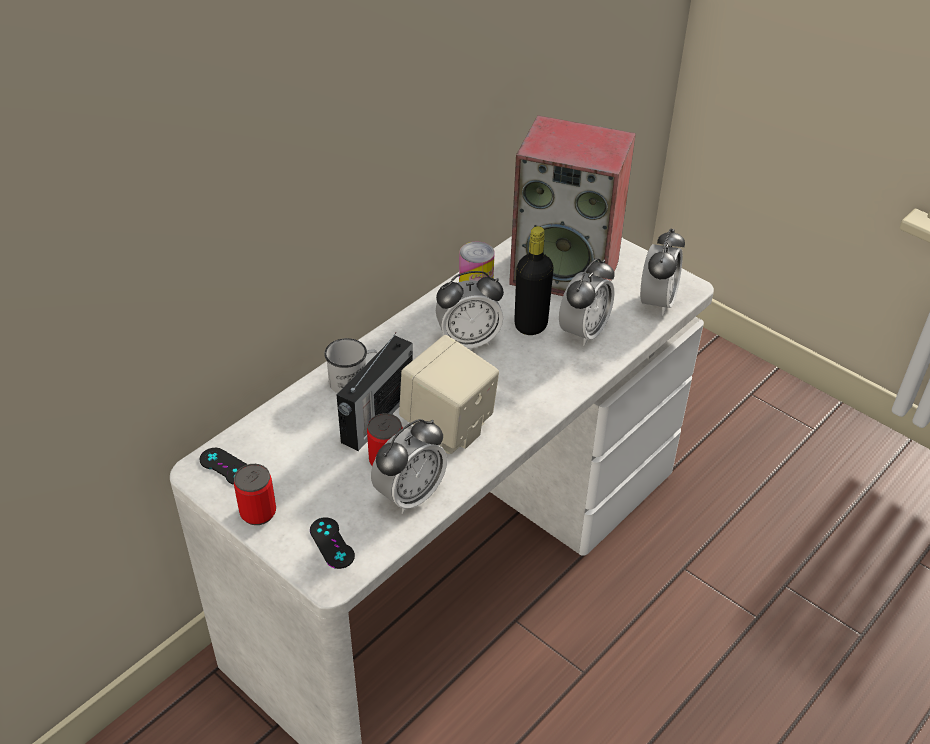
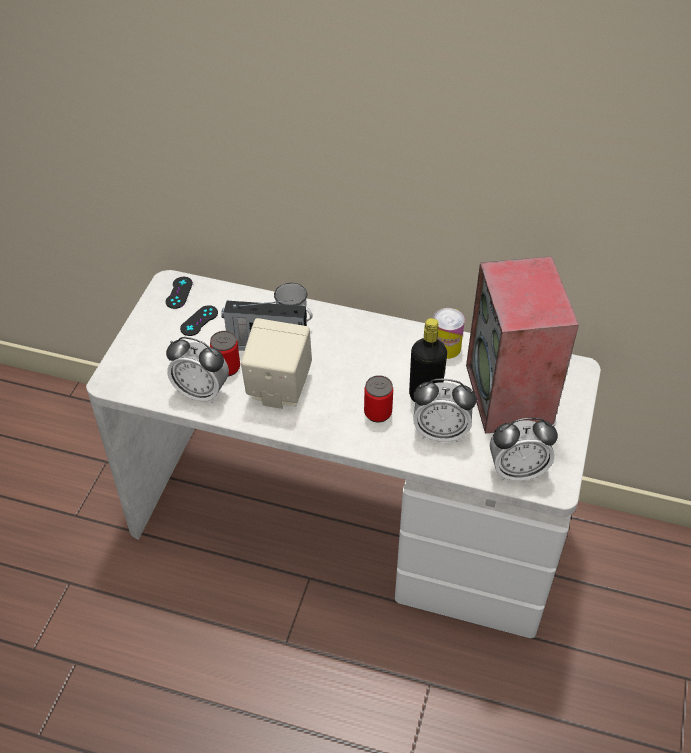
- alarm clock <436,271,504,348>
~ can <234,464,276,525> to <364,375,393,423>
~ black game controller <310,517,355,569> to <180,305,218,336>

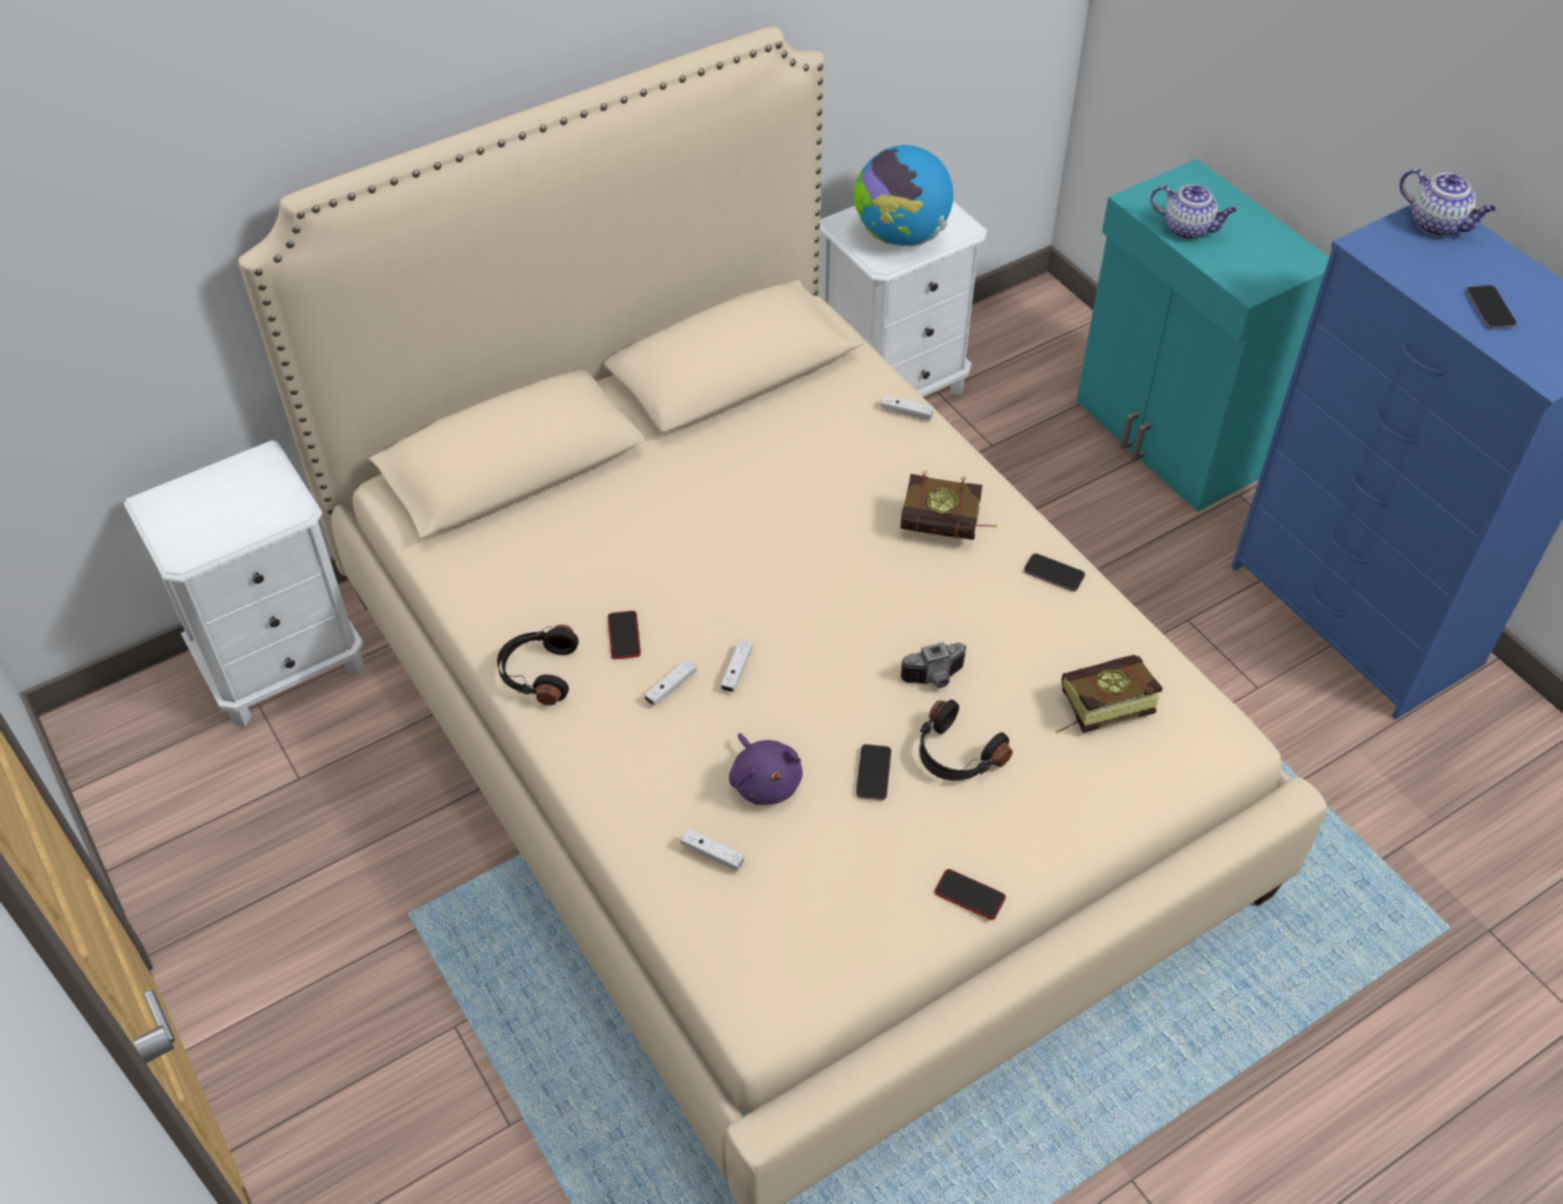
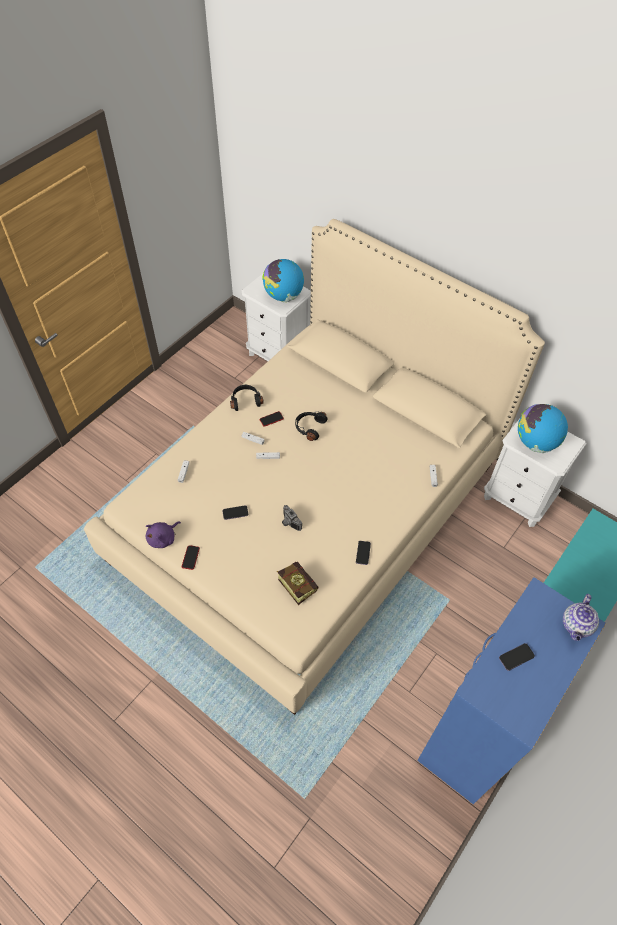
- book <900,471,997,540>
- teapot <1150,184,1237,239>
+ globe <262,259,304,302>
~ purple plush toy <729,733,803,805> to <146,522,181,548>
~ black headphones <919,699,1013,781> to <295,411,327,441>

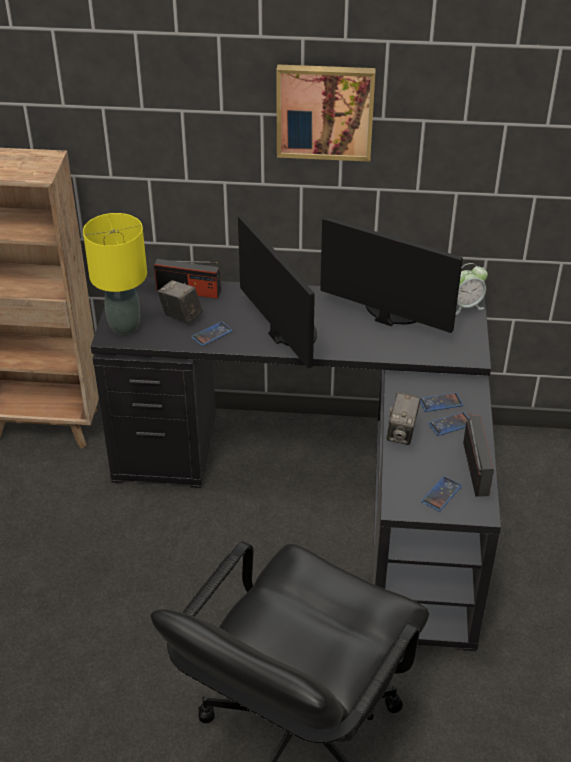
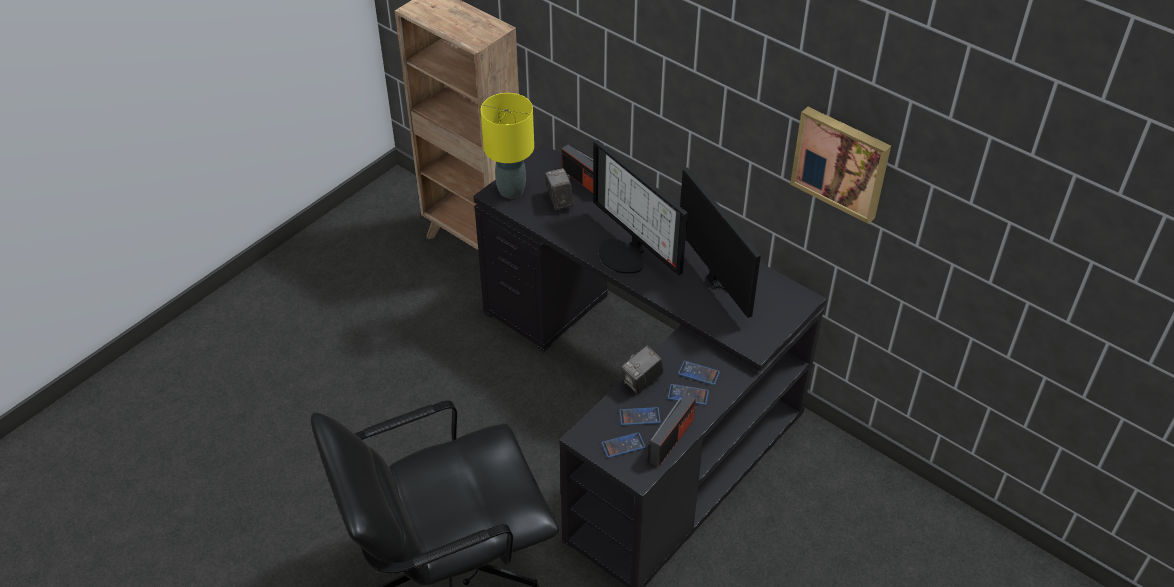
- alarm clock <456,263,488,315>
~ phone <191,322,233,346> to <619,407,661,426>
~ picture <276,65,376,162> to <790,107,891,224>
~ monitor <238,215,317,368> = <593,140,687,275> 135 degrees clockwise

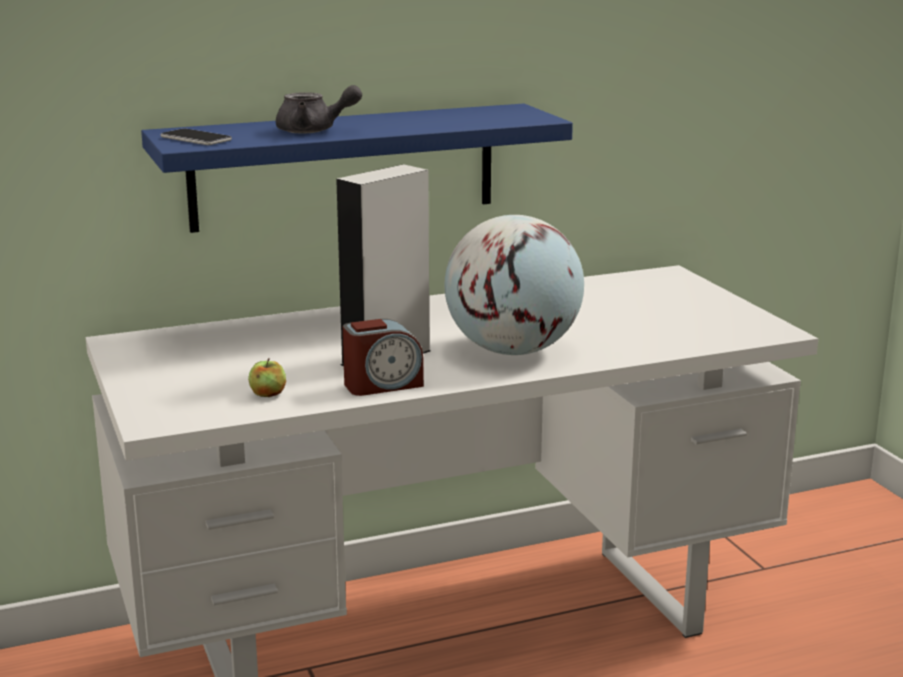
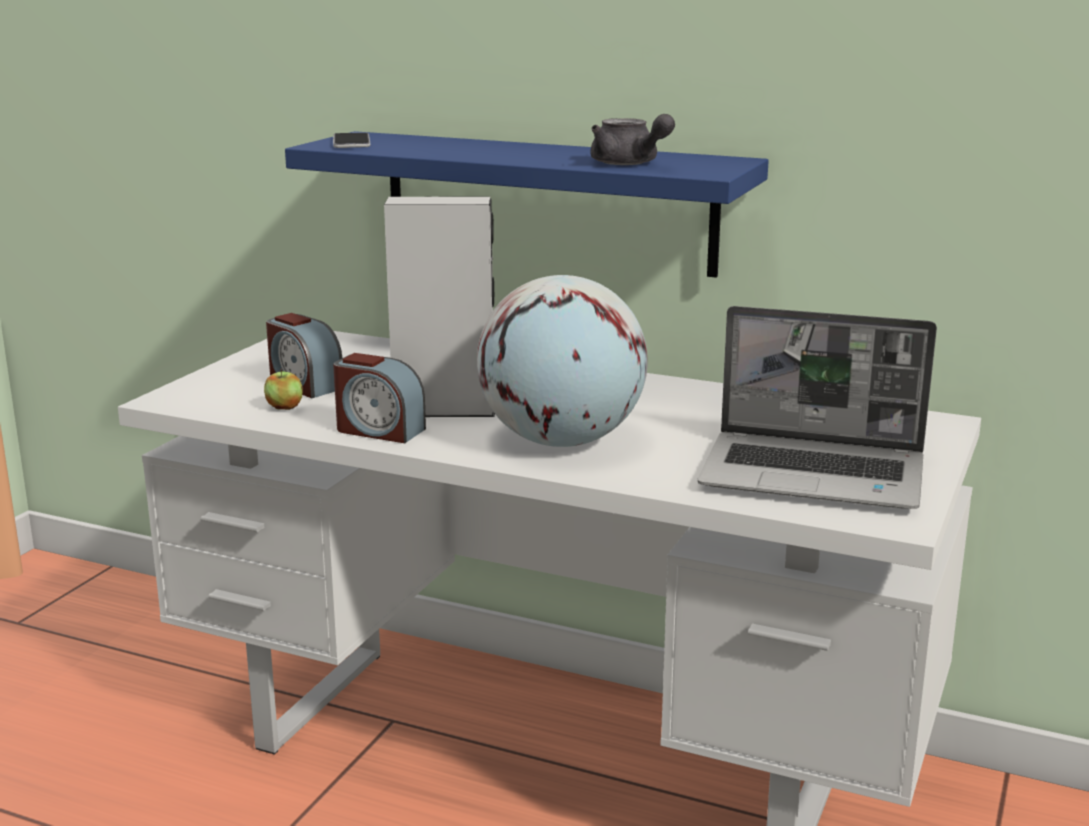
+ alarm clock <266,313,342,398>
+ laptop <698,306,937,509>
~ grey teapot <276,85,362,134> to <590,114,675,165>

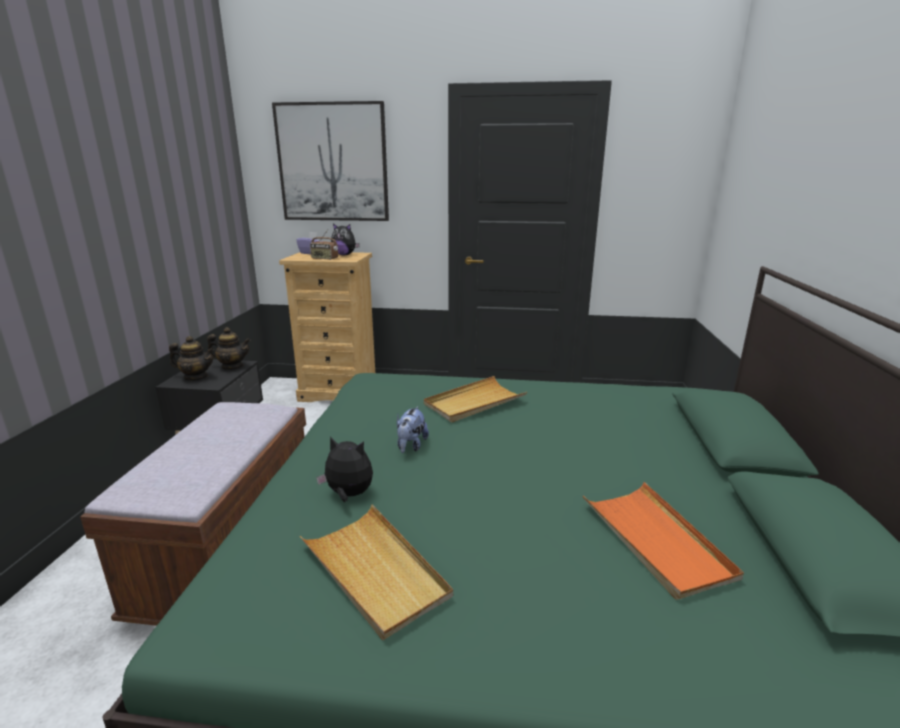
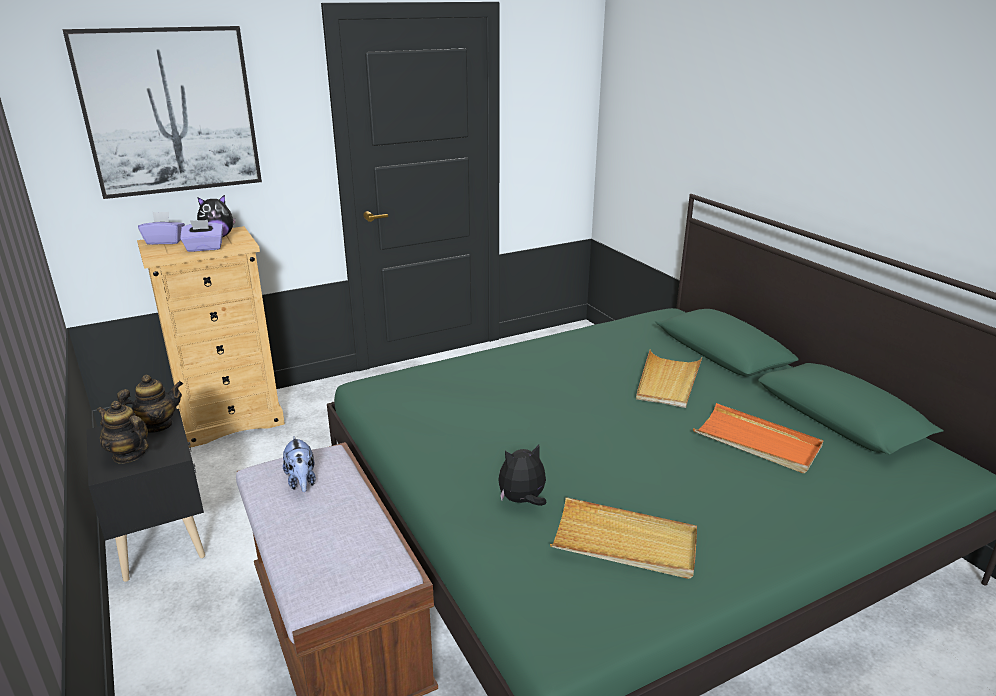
~ plush toy <397,406,429,453> to <283,436,316,492>
~ beige tray <424,376,527,422> to <636,349,702,408>
~ radio <310,228,338,260> to purple tissue box <180,220,223,252>
~ teapot <169,336,215,381> = <97,401,149,464> 120 degrees counterclockwise

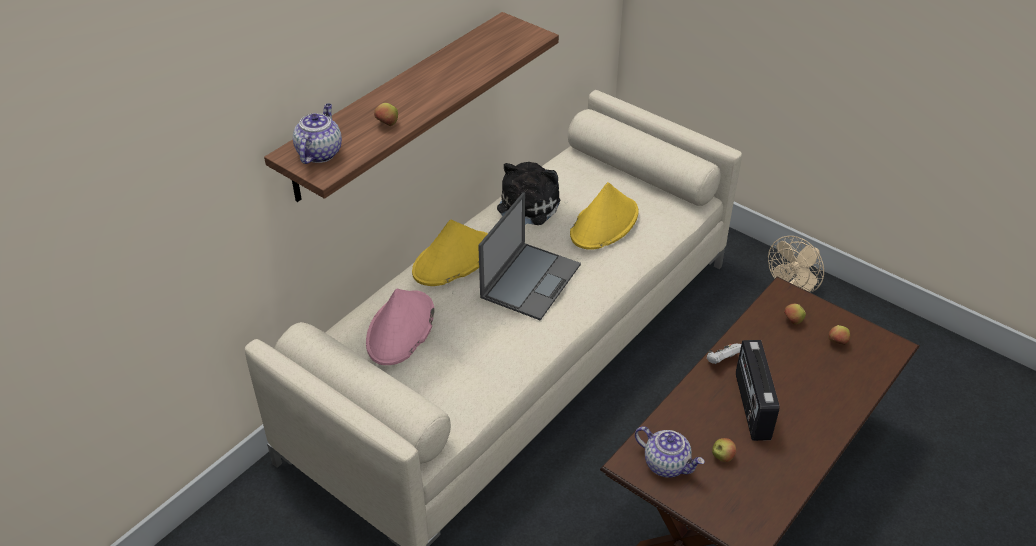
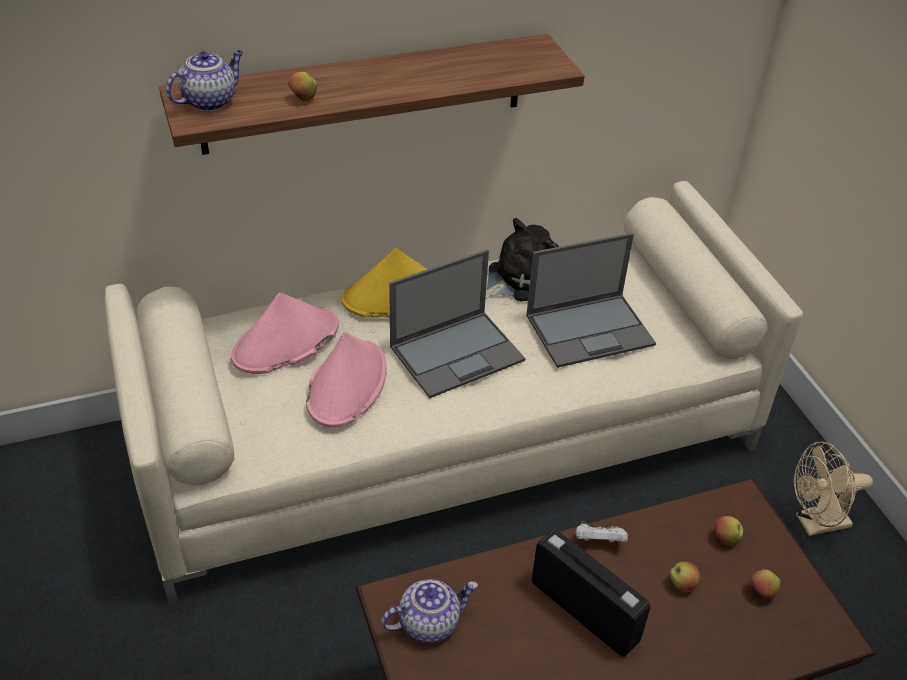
+ pink hat <306,332,387,427>
~ apple <712,438,736,462> to <670,561,700,593>
~ yellow hat <570,182,639,250> to laptop <526,233,656,368>
~ teapot <635,426,705,478> = <381,579,478,643> 90 degrees counterclockwise
~ radio <736,340,779,441> = <532,529,650,657> 105 degrees clockwise

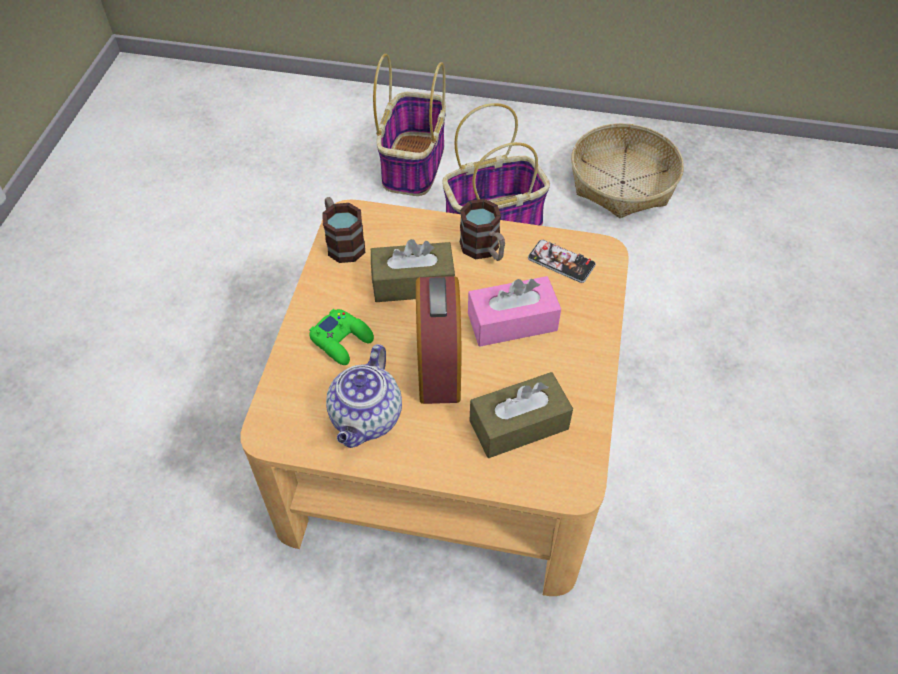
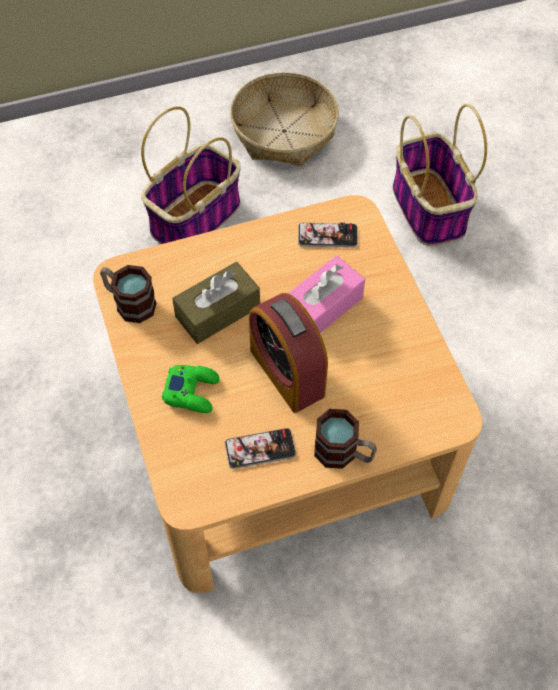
- brown tissue box <470,372,573,458>
~ basket <373,54,446,196> to <393,104,487,246>
~ mug <460,199,505,261> to <314,409,377,469>
~ teapot <326,344,402,448> to phone <225,428,296,469>

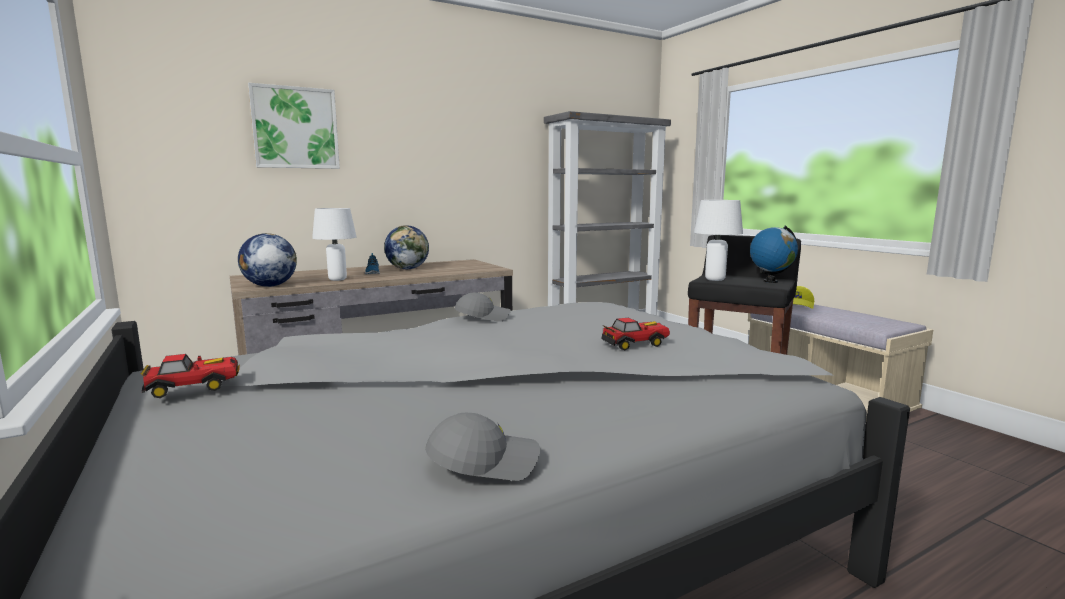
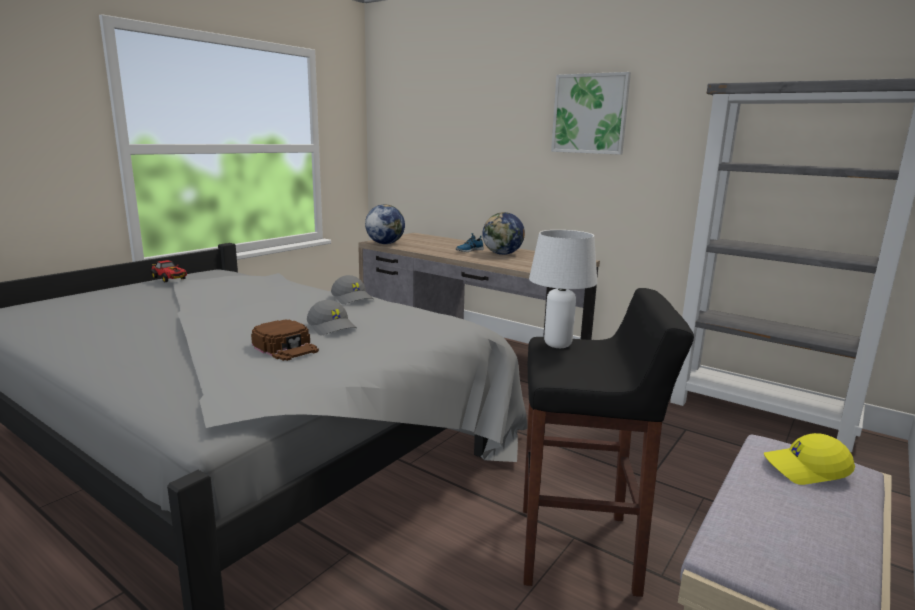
- white table lamp <312,208,356,281>
- globe <750,225,798,283>
~ picture <248,83,340,169> to <551,72,631,155>
~ grey cap <425,413,540,481> to <307,300,357,335>
~ toy car <601,318,670,350> to brown cap <251,319,319,361>

